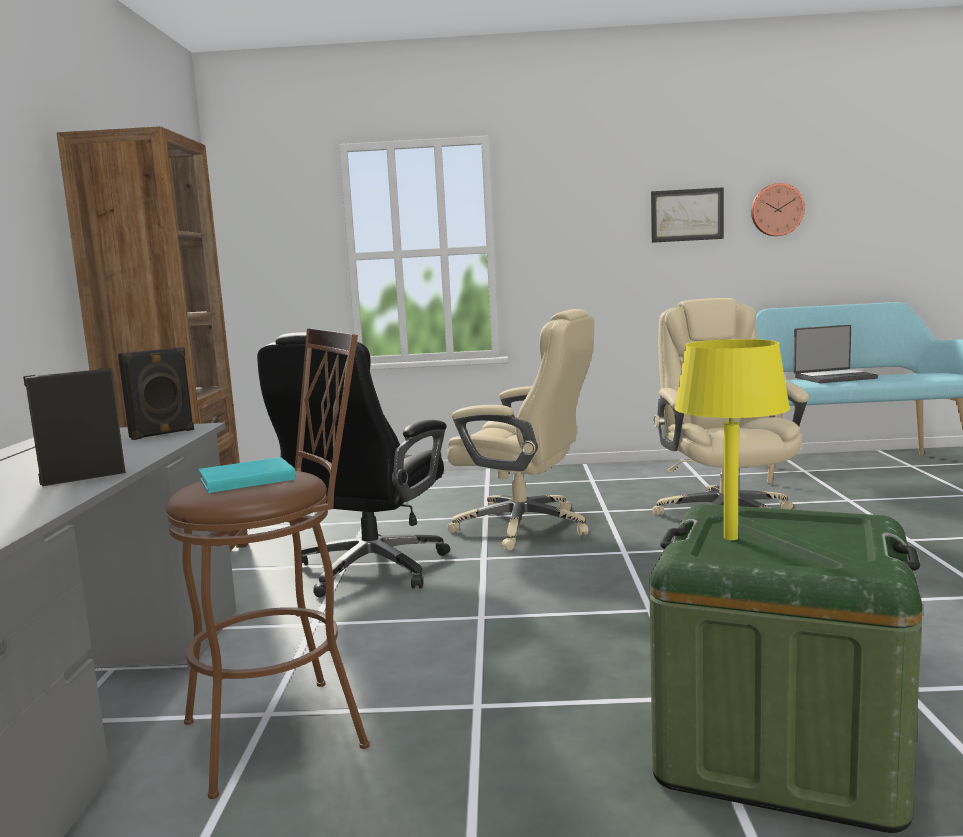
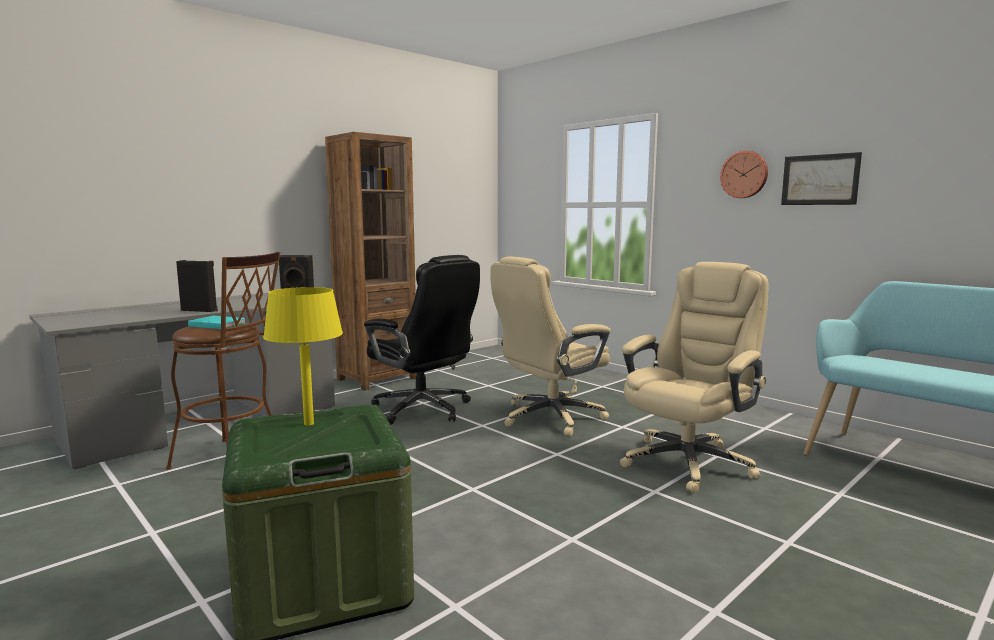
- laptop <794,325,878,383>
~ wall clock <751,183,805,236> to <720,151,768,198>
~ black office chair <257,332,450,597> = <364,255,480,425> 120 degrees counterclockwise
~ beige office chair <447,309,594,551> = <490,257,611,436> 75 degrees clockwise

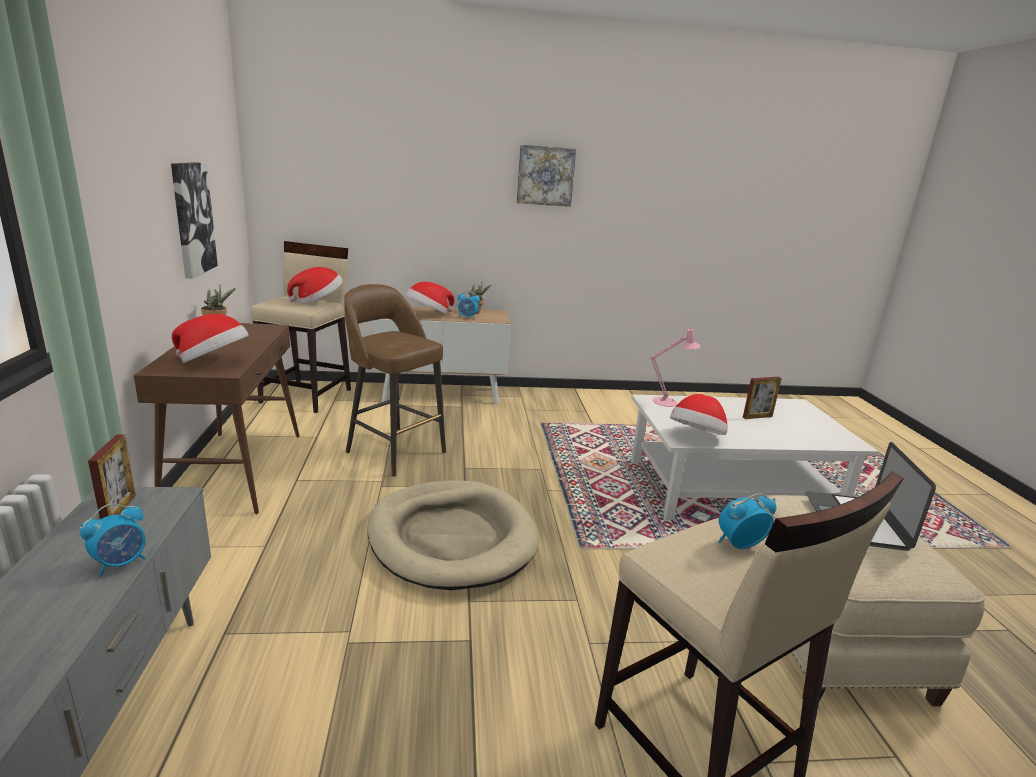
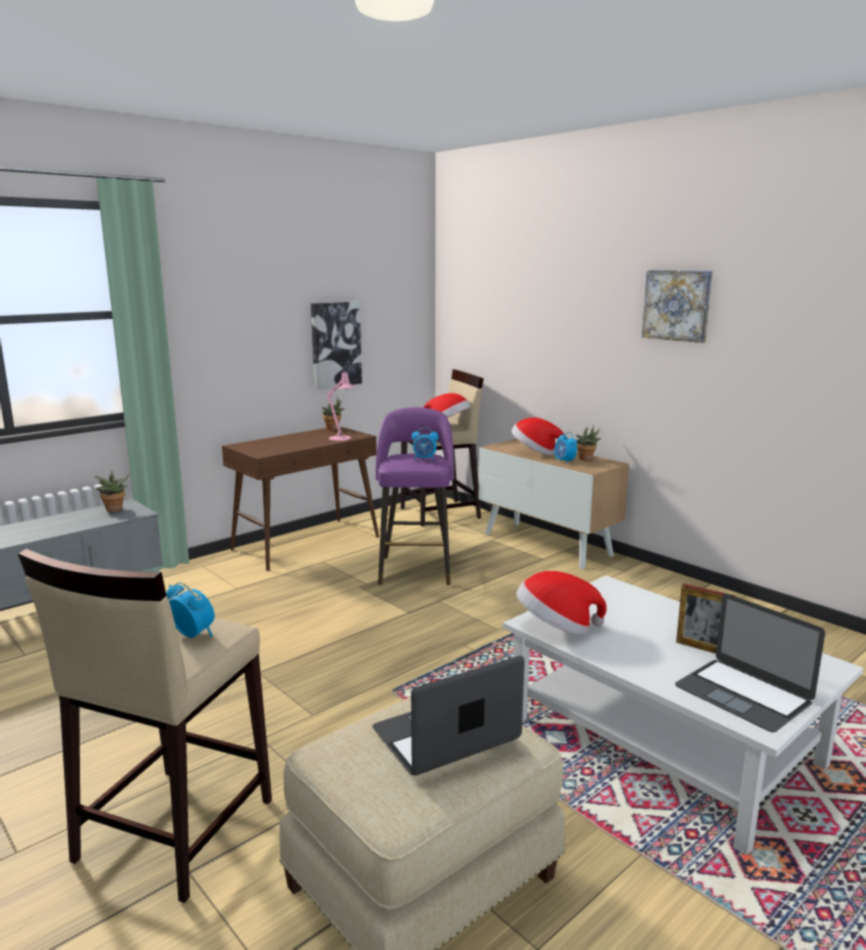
- hat <172,314,249,363>
- beige dog bed <367,480,540,590>
+ laptop <675,594,825,732>
~ alarm clock <80,504,146,576> to <412,427,438,461>
~ pink table lamp <650,325,701,407> to <327,368,355,441>
~ picture frame <88,434,136,519> to potted plant <95,470,130,512>
~ brown stool <344,284,446,477> to purple stool <376,407,454,585>

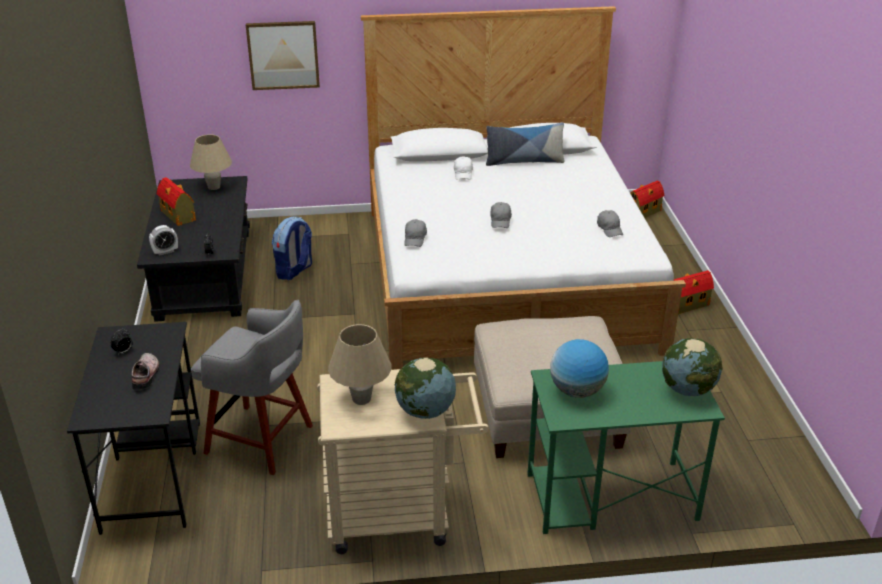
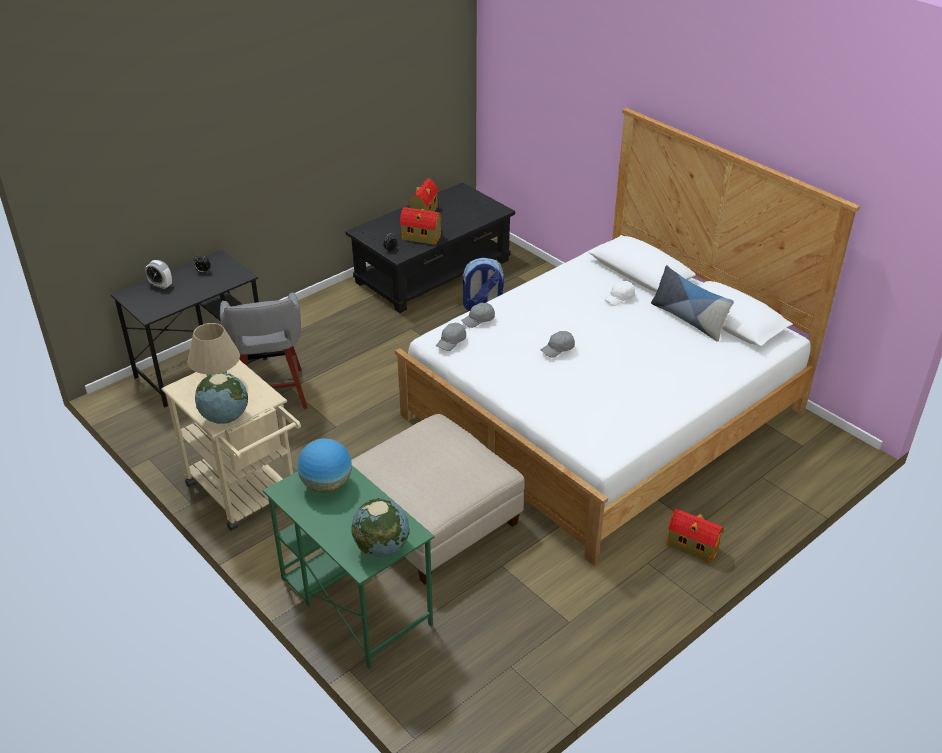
- shoe <131,353,160,390>
- beige table lamp <190,134,232,190>
- picture <246,21,320,90>
~ alarm clock <149,225,178,256> to <145,260,172,289>
~ grey cap <597,210,623,237> to <436,323,466,351>
~ toy house <630,180,664,218> to <400,207,442,245>

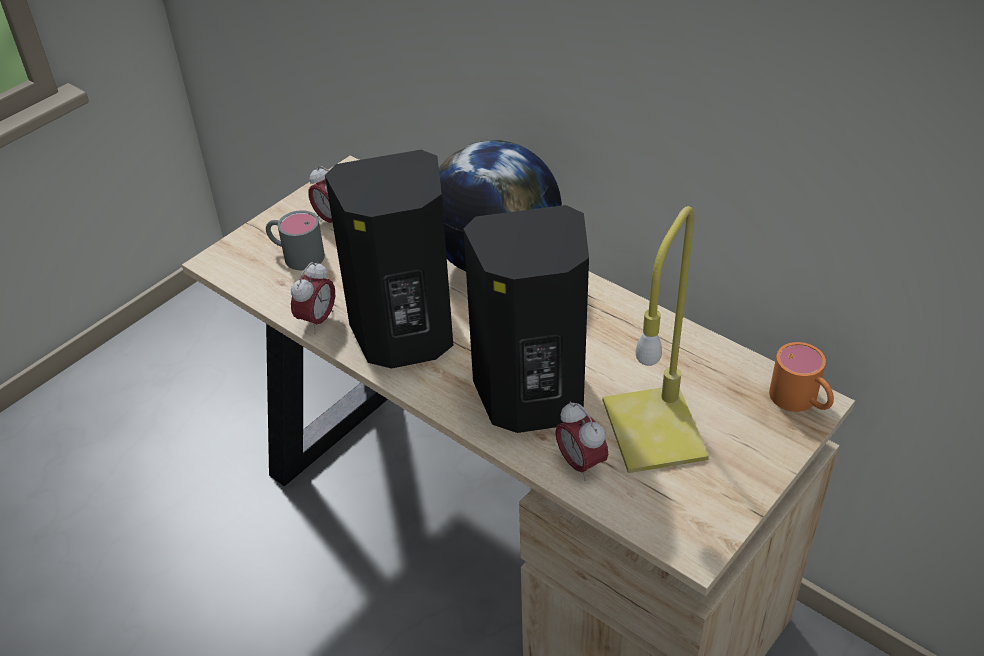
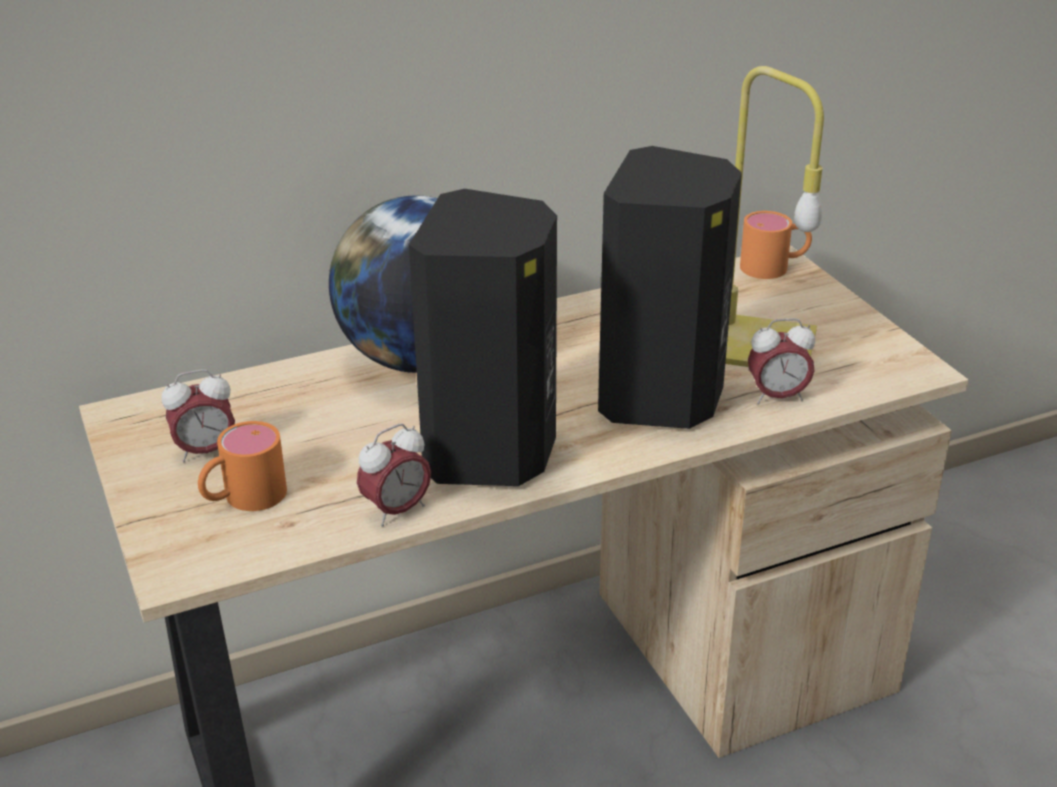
~ grey mug <266,210,325,270> to orange mug <198,421,287,511>
~ alarm clock <291,261,335,334> = <357,423,431,526> 90 degrees clockwise

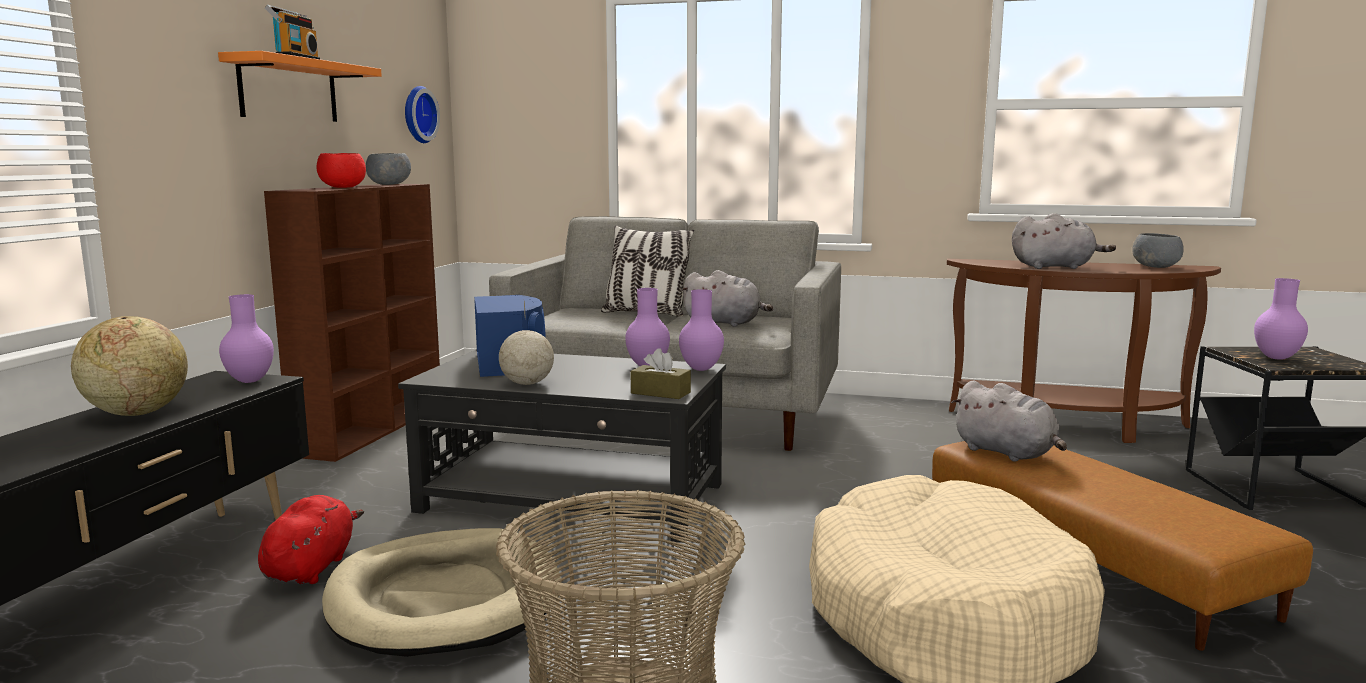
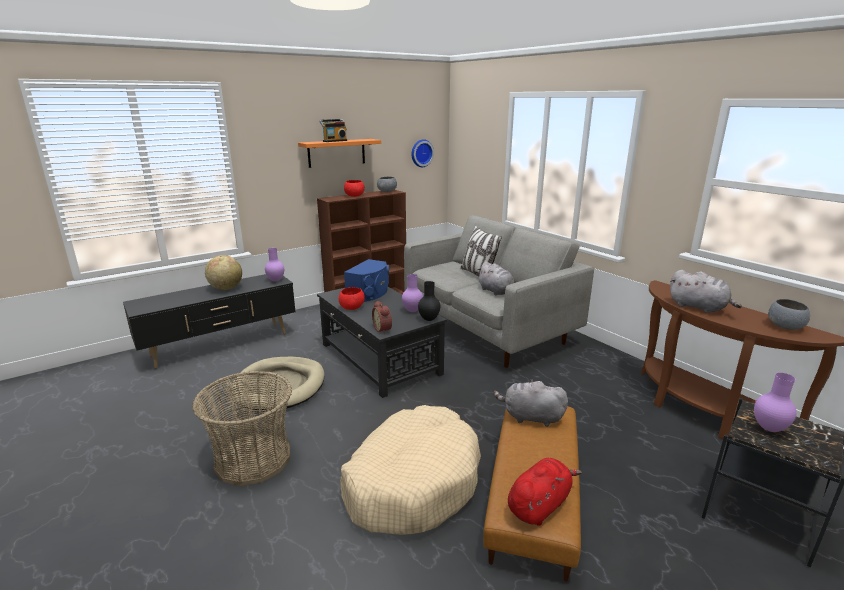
~ red plush toy <258,495,364,584> to <508,458,582,526>
~ globe <499,301,554,385> to red bowl <339,287,365,310>
~ brown tissue box <631,348,691,399> to alarm clock <372,301,392,334>
~ purple vase <679,289,724,371> to black vase <418,281,440,321>
~ grey plush toy <951,380,1067,462> = <494,379,568,427> 105 degrees clockwise

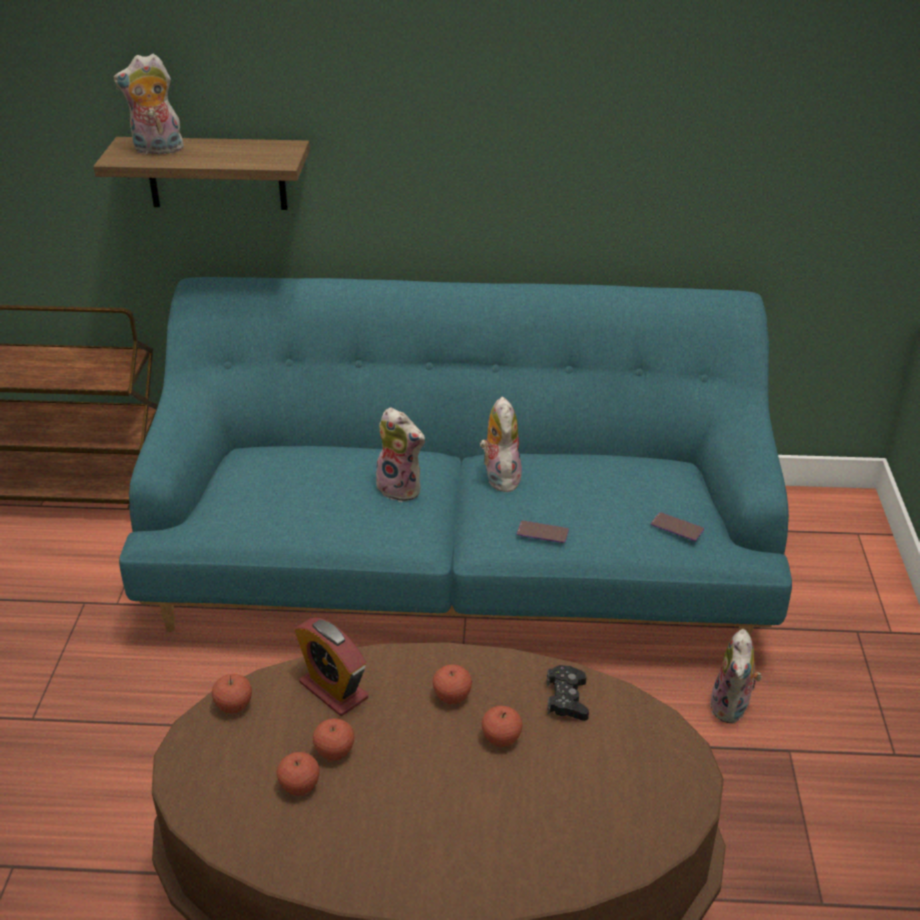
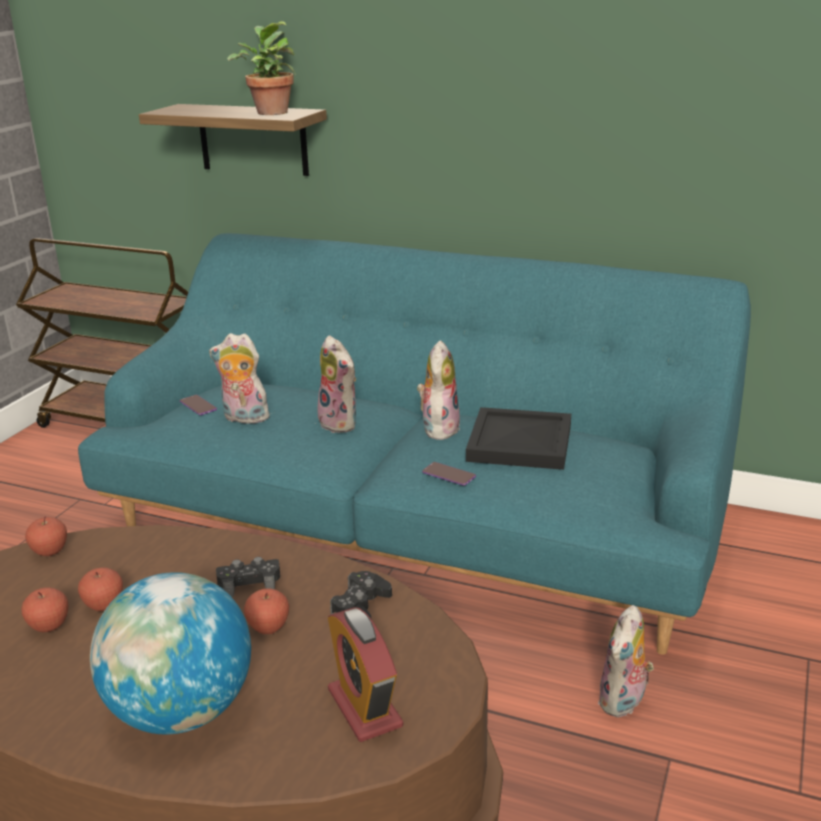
+ globe <90,572,251,734>
+ potted plant <227,21,295,115>
+ black tray <466,407,571,470>
~ plush toy <113,54,186,156> to <209,333,272,424>
~ alarm clock <295,618,368,716> to <328,607,403,742>
~ phone <651,512,704,541> to <180,395,217,415>
~ apple <433,664,472,704> to black game controller <216,557,280,597>

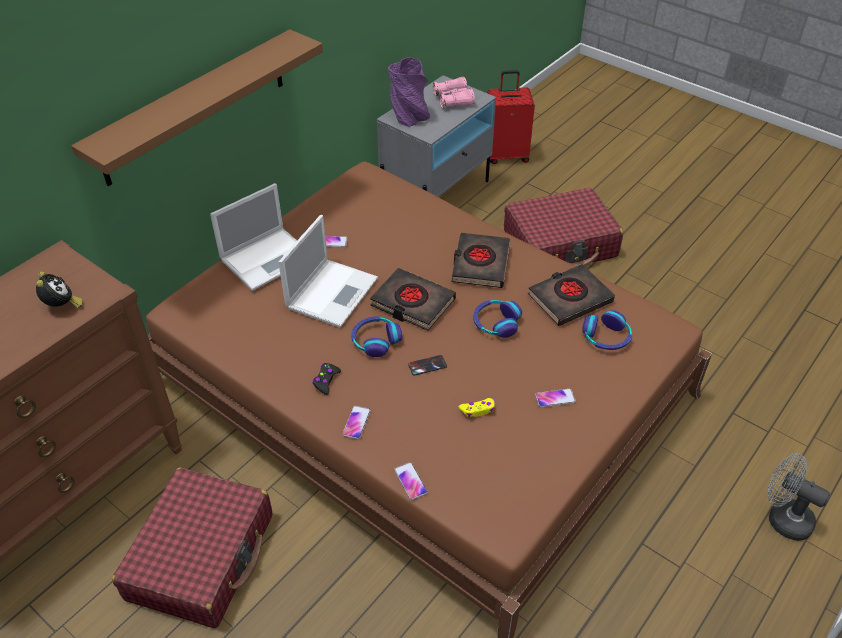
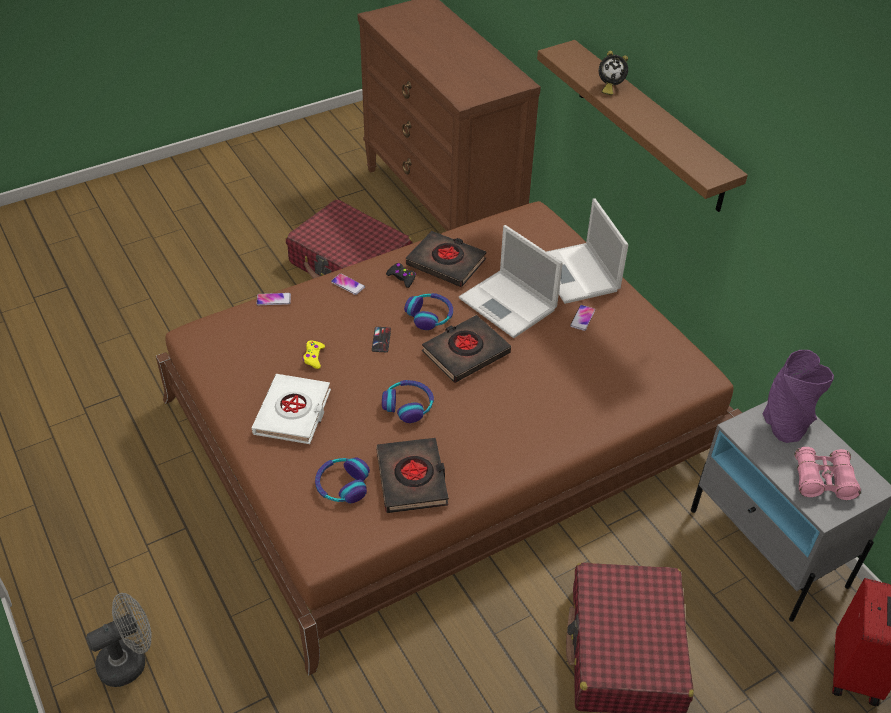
~ alarm clock <36,271,83,308> to <599,51,628,95>
~ black book <451,233,510,288> to <406,231,487,287>
~ phone <535,389,576,407> to white book <252,374,331,444>

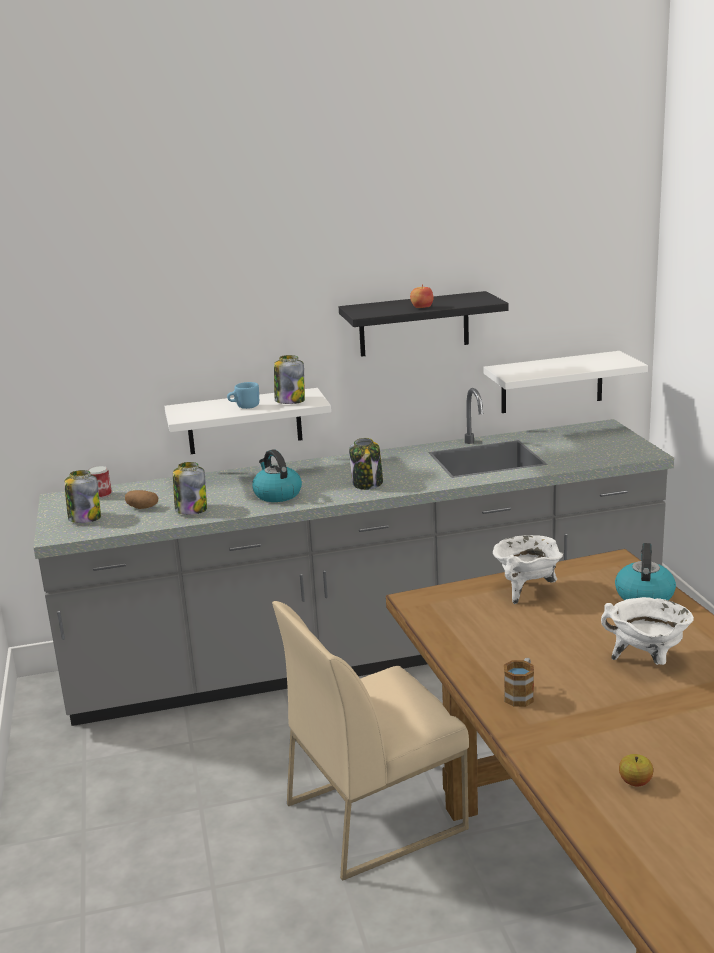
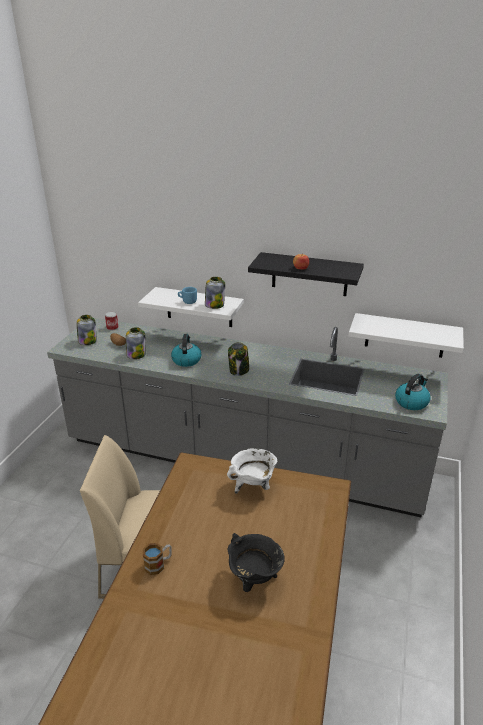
- apple <619,754,653,787>
~ kettle <615,543,676,601> to <395,374,431,410>
~ white cooking pot <601,597,694,665> to black cooking pot <228,533,285,592>

